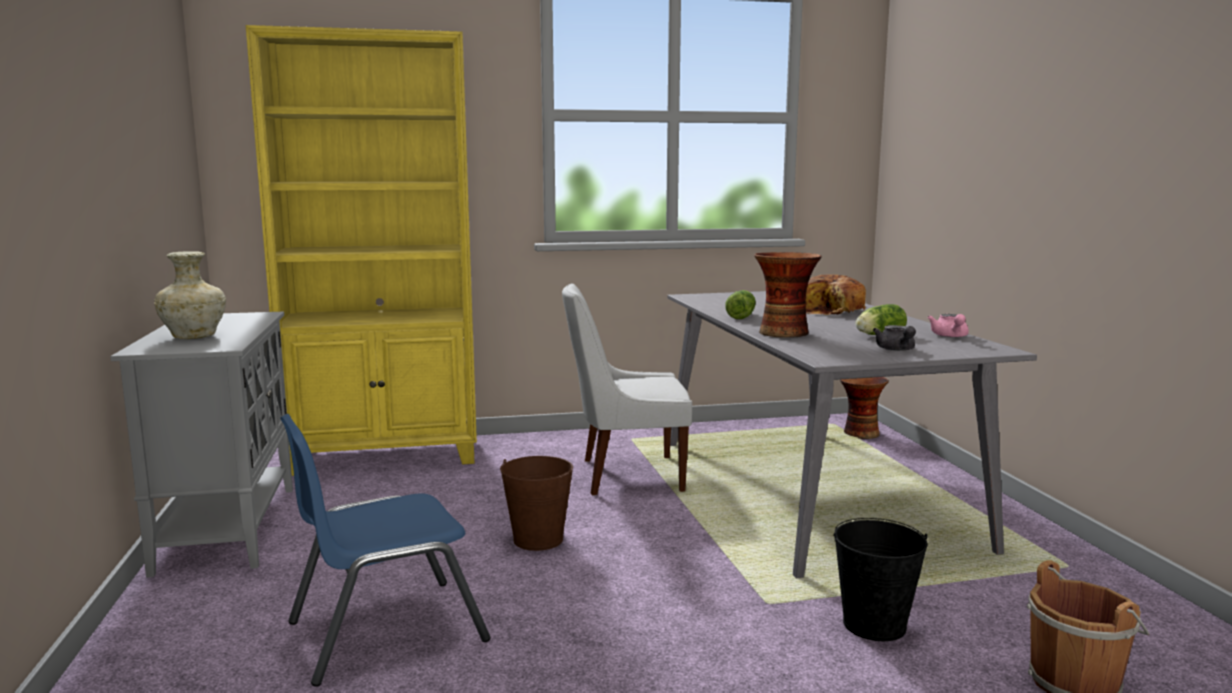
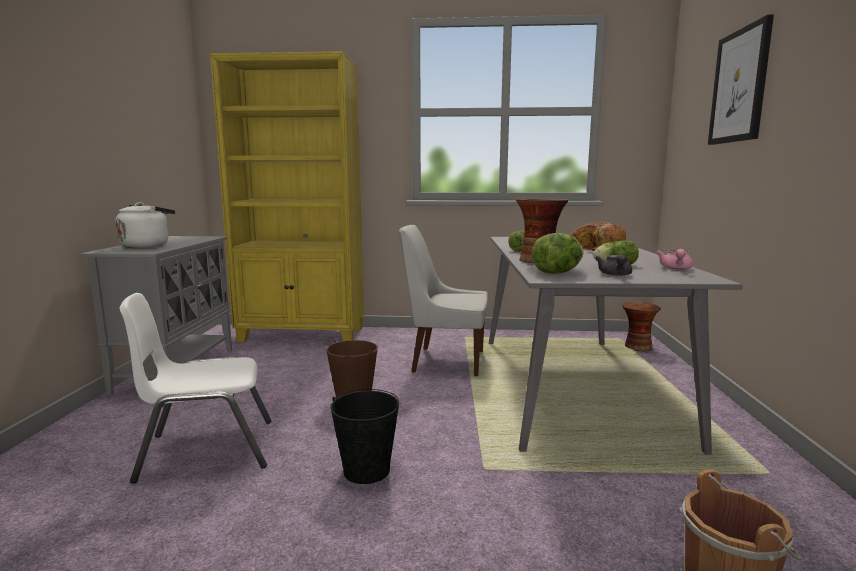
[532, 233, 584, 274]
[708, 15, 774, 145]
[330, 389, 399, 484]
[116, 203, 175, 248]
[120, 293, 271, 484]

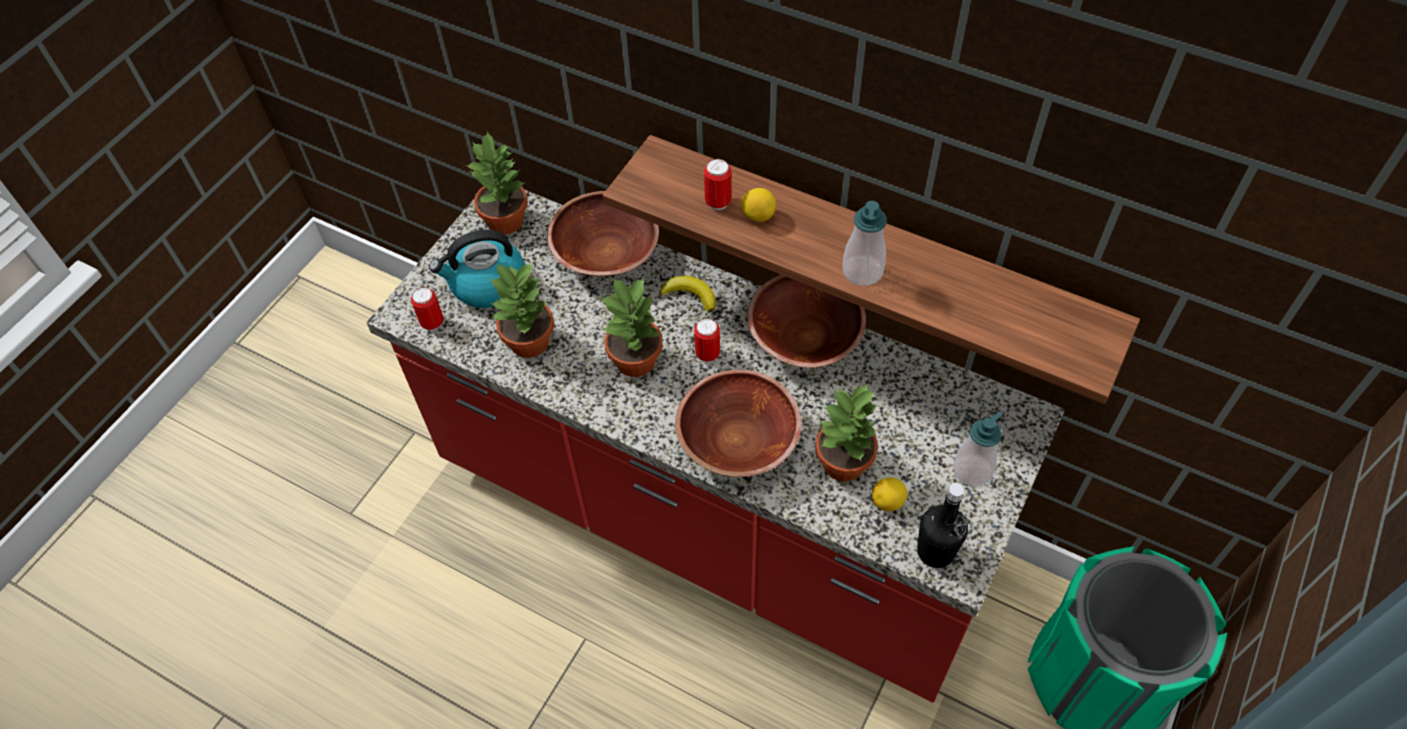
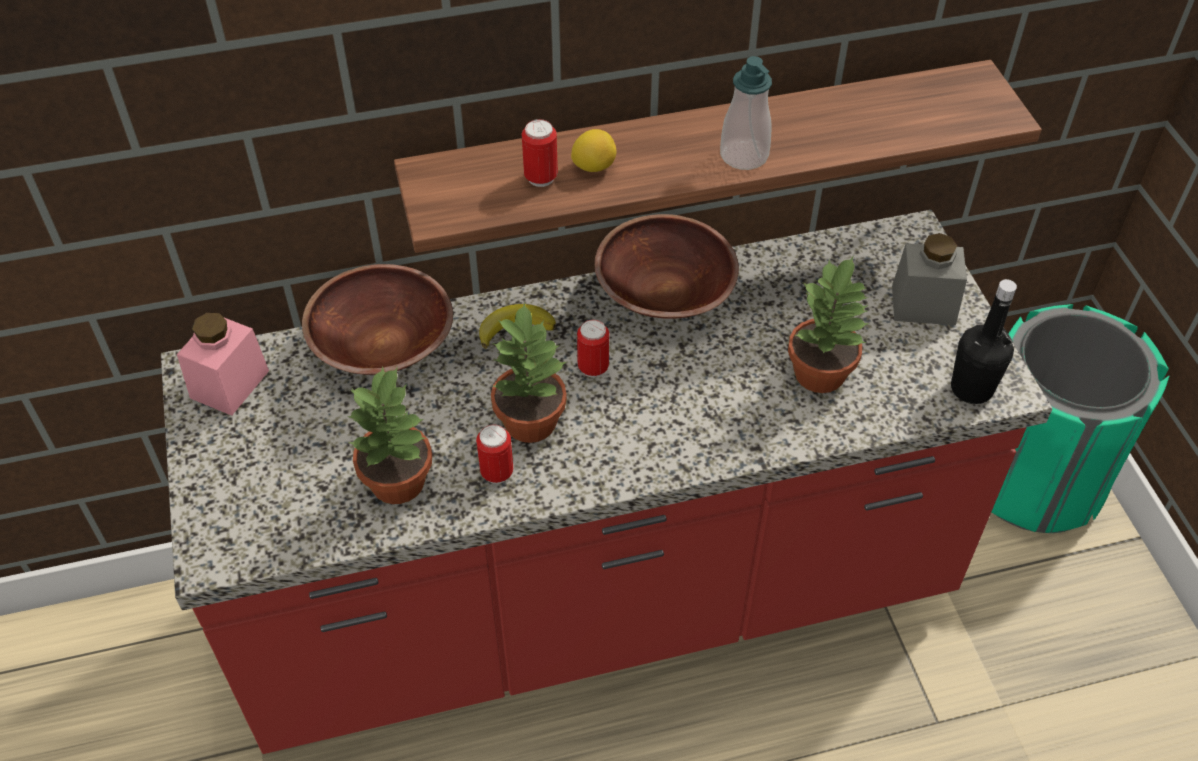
[429, 230, 525, 308] (first image)
[675, 370, 802, 477] (first image)
[872, 478, 907, 511] (first image)
[476, 424, 513, 484]
[177, 313, 269, 416]
[892, 233, 967, 325]

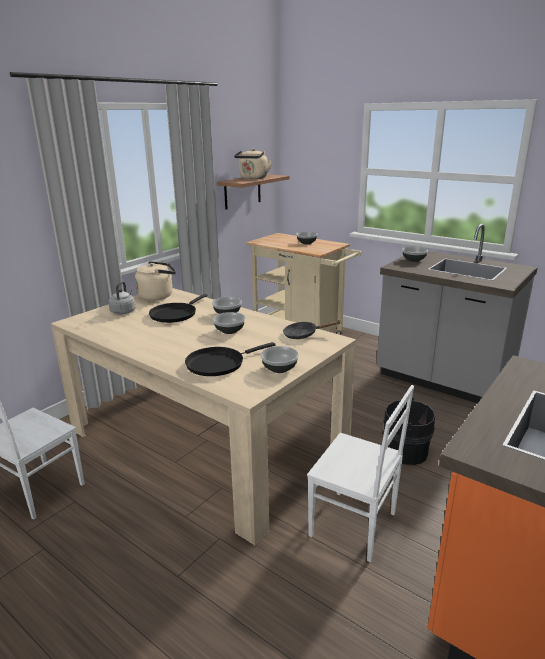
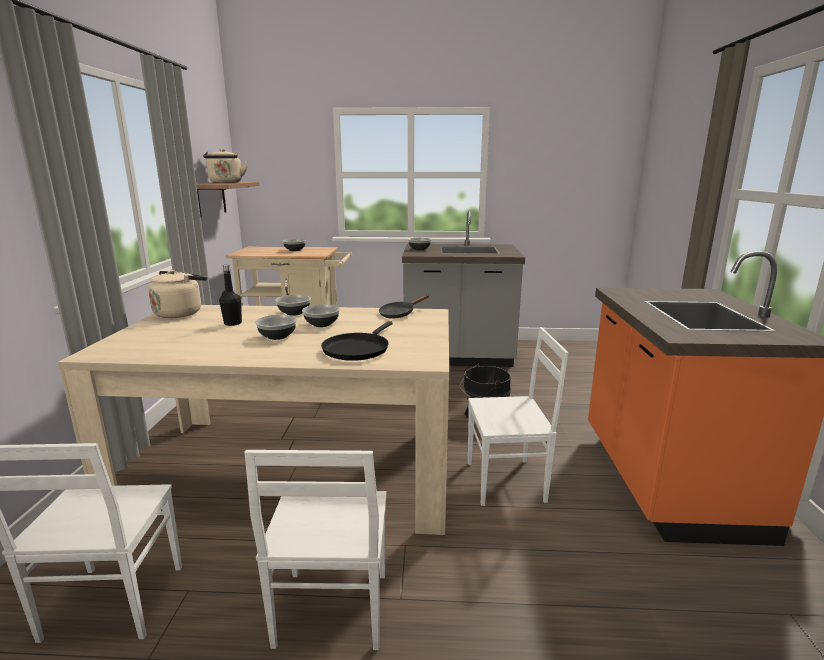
[108, 281, 135, 314] (first image)
[244, 450, 387, 650]
[255, 315, 297, 340]
[219, 265, 242, 326]

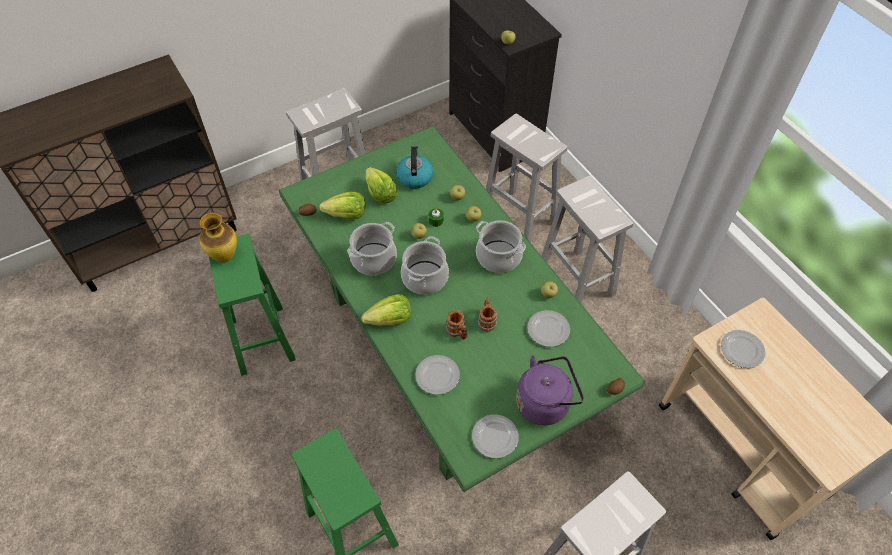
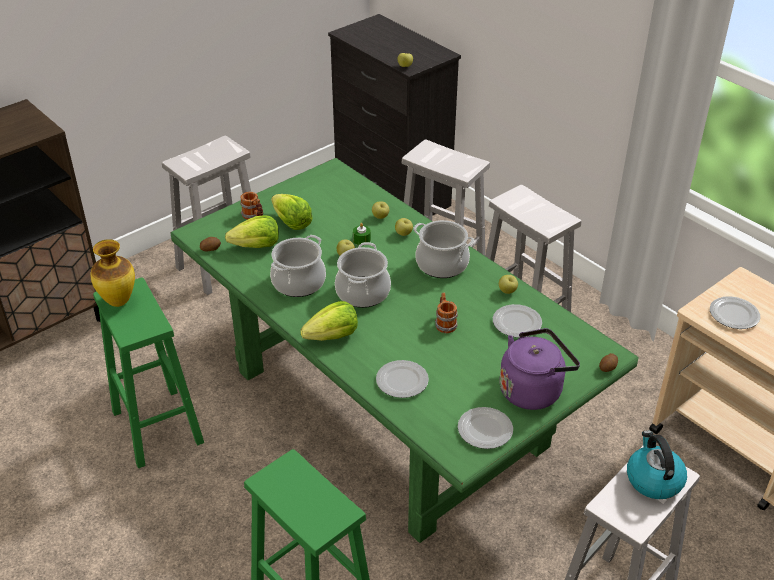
[627, 430, 687, 499]
[240, 192, 263, 220]

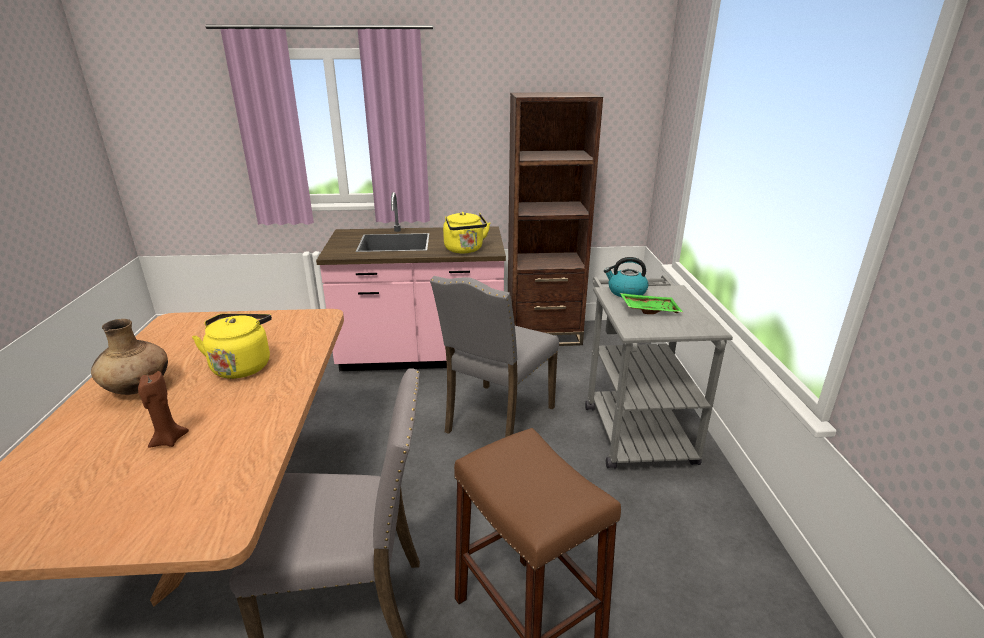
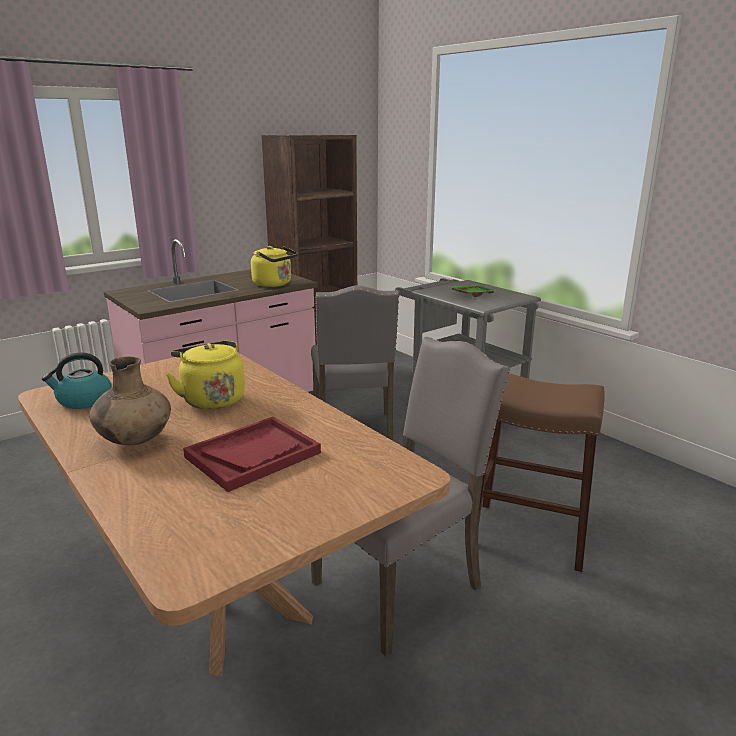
[42, 352, 112, 409]
[183, 417, 321, 492]

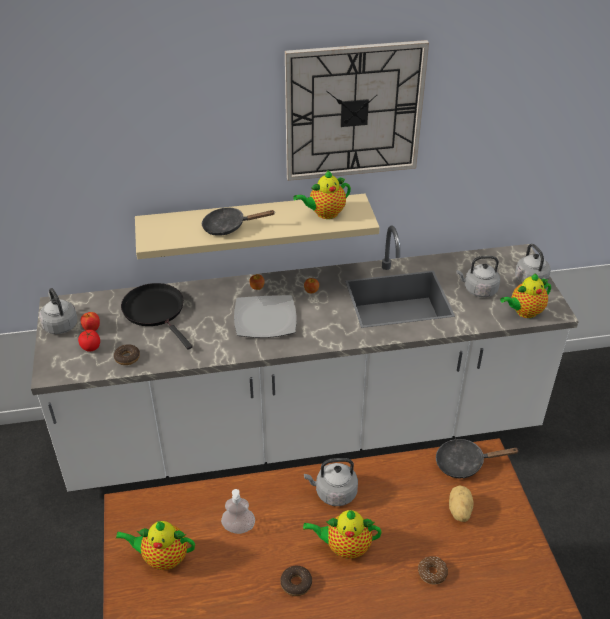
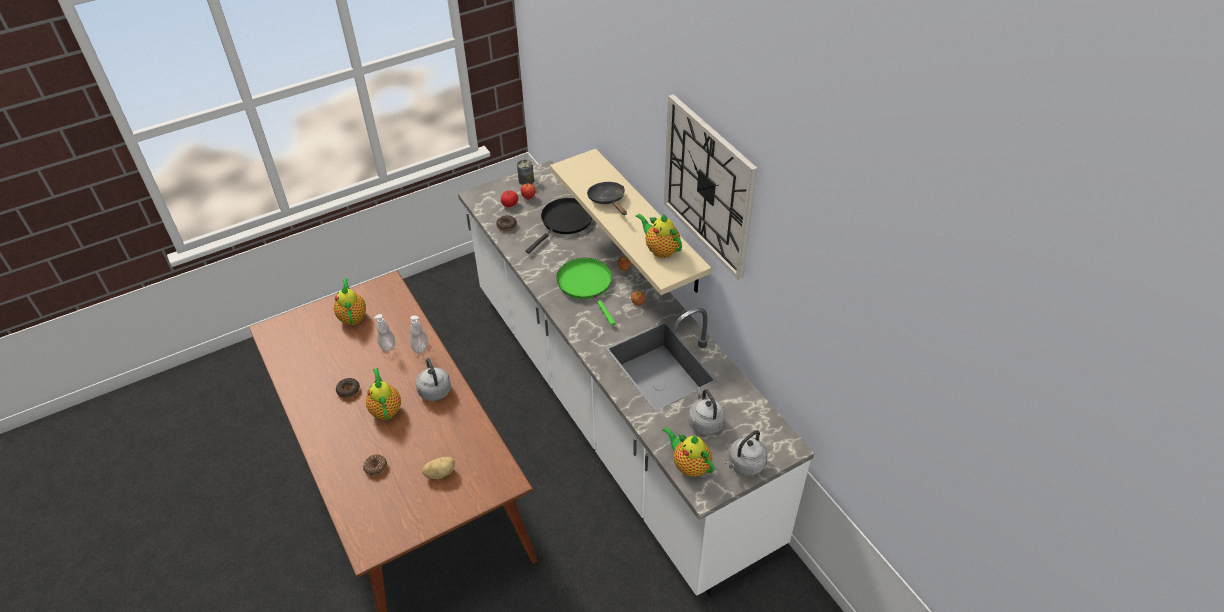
[436, 439, 520, 478] (first image)
[410, 315, 428, 353]
[517, 159, 534, 185]
[556, 258, 616, 326]

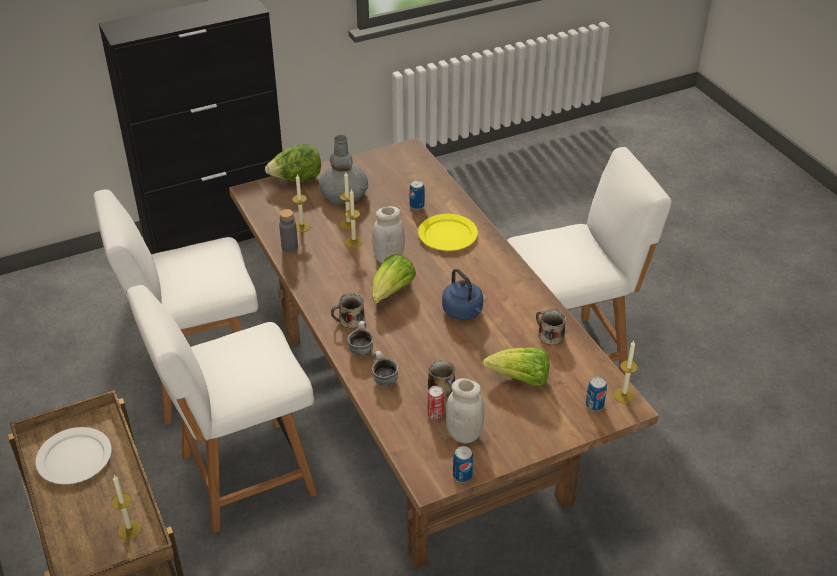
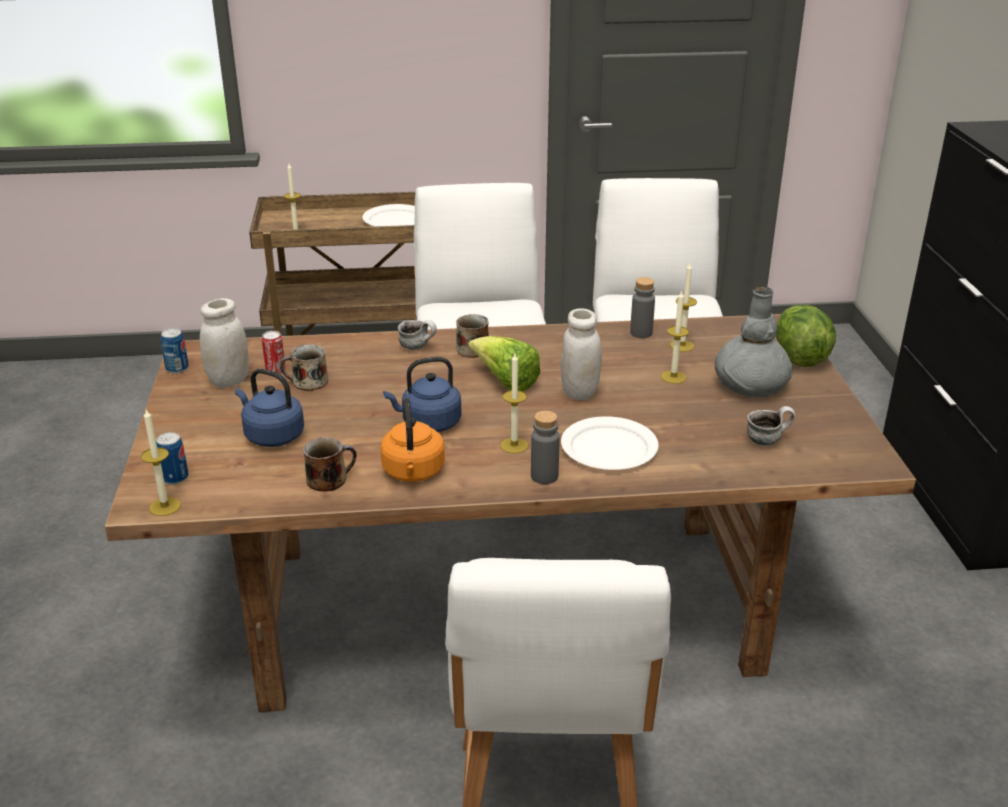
[409, 180, 425, 210] (first image)
[380, 398, 445, 482]
[531, 411, 560, 484]
[501, 354, 528, 453]
[747, 406, 795, 445]
[235, 369, 304, 447]
[561, 416, 659, 470]

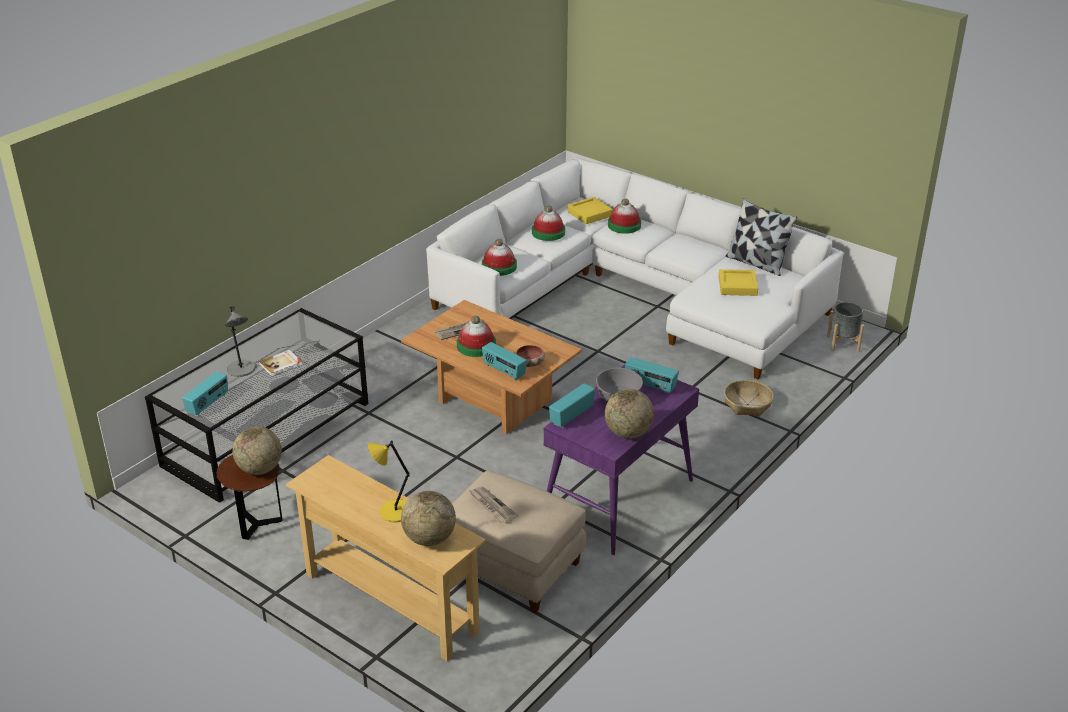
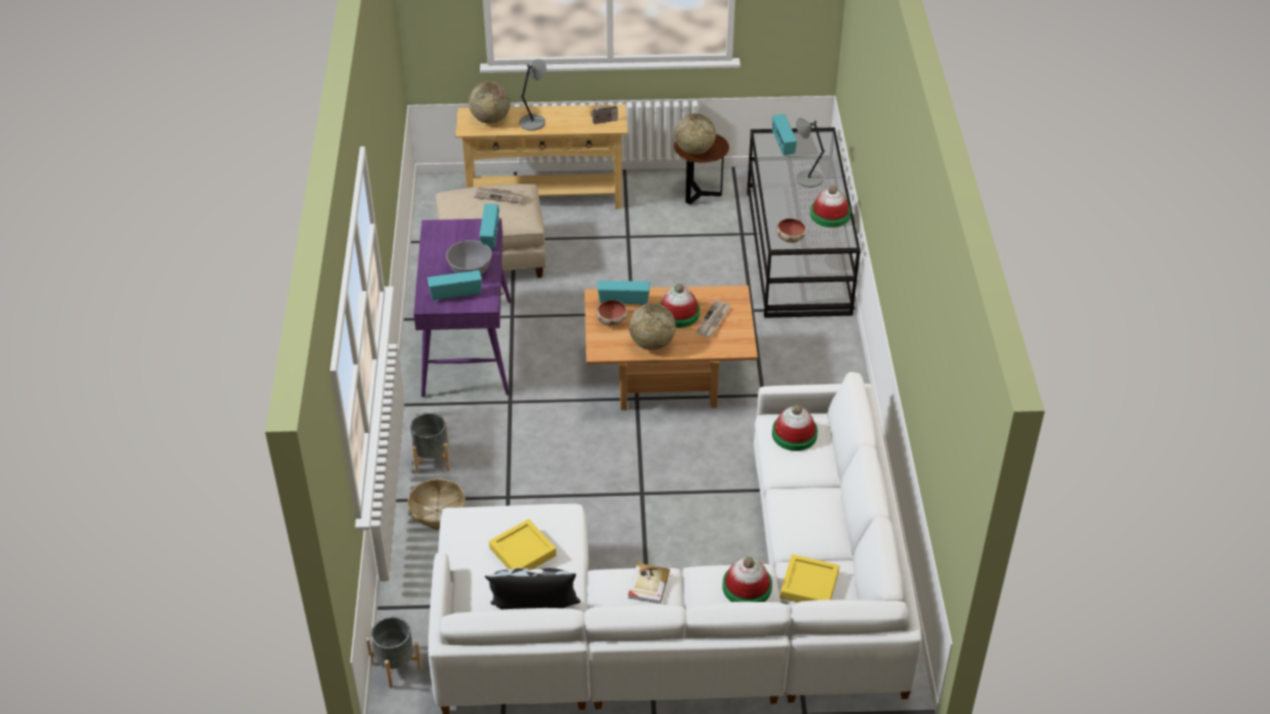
[410, 413, 450, 474]
[590, 103, 618, 124]
[776, 218, 806, 243]
[628, 563, 670, 604]
[810, 185, 851, 228]
[629, 303, 676, 350]
[519, 59, 547, 131]

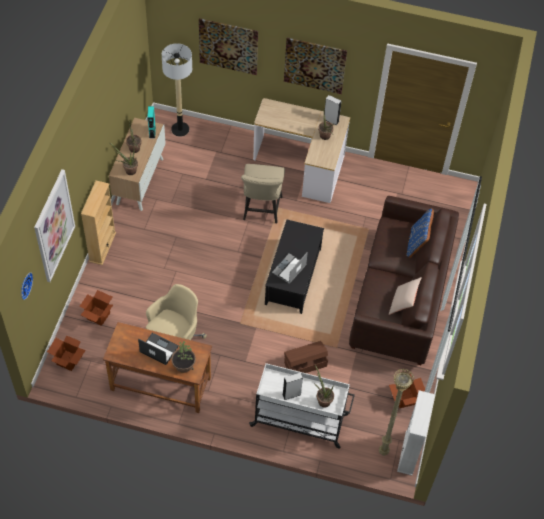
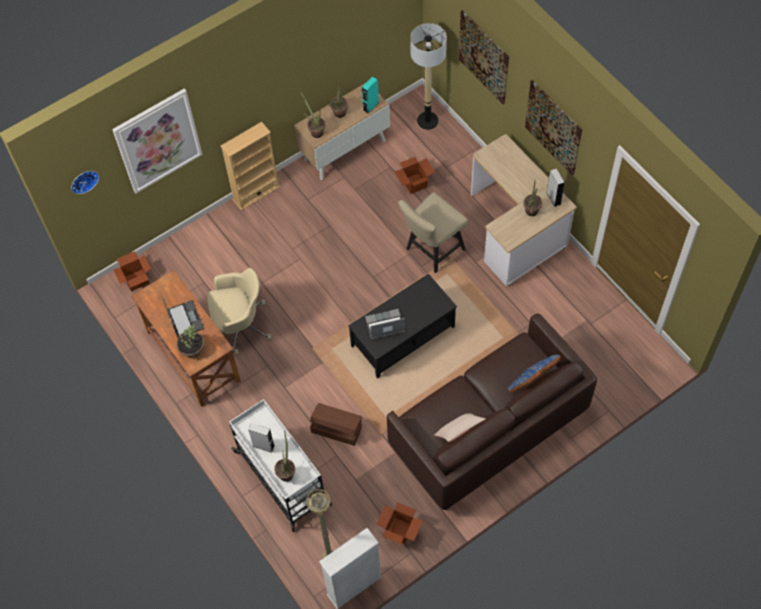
[394, 157, 435, 194]

